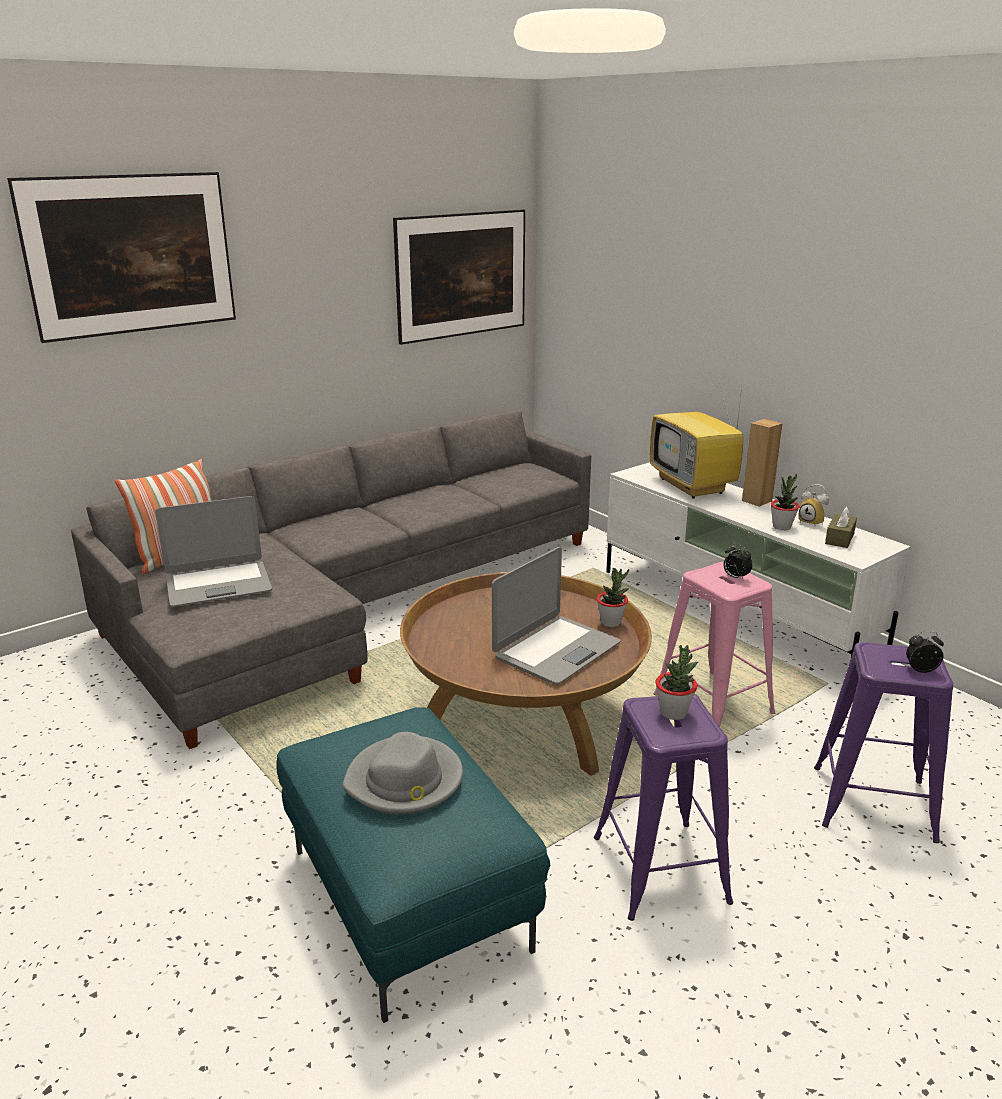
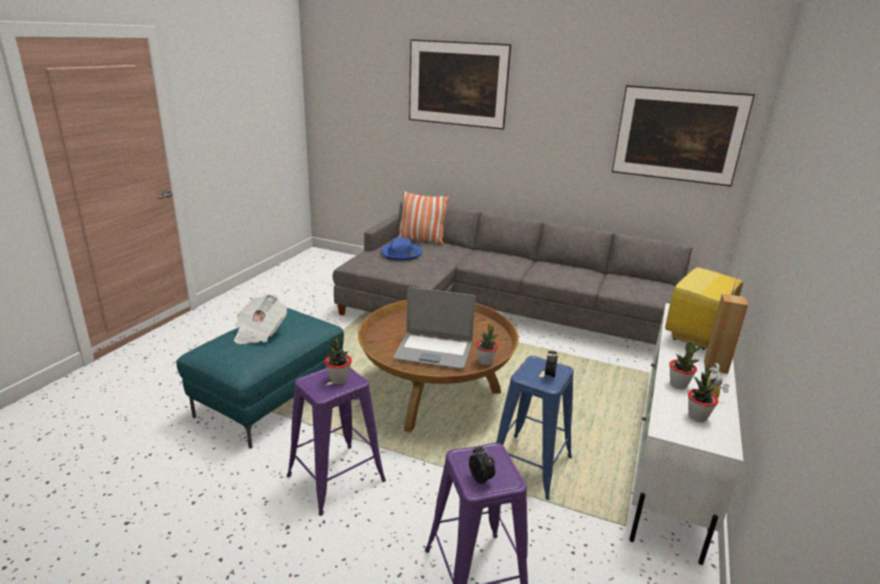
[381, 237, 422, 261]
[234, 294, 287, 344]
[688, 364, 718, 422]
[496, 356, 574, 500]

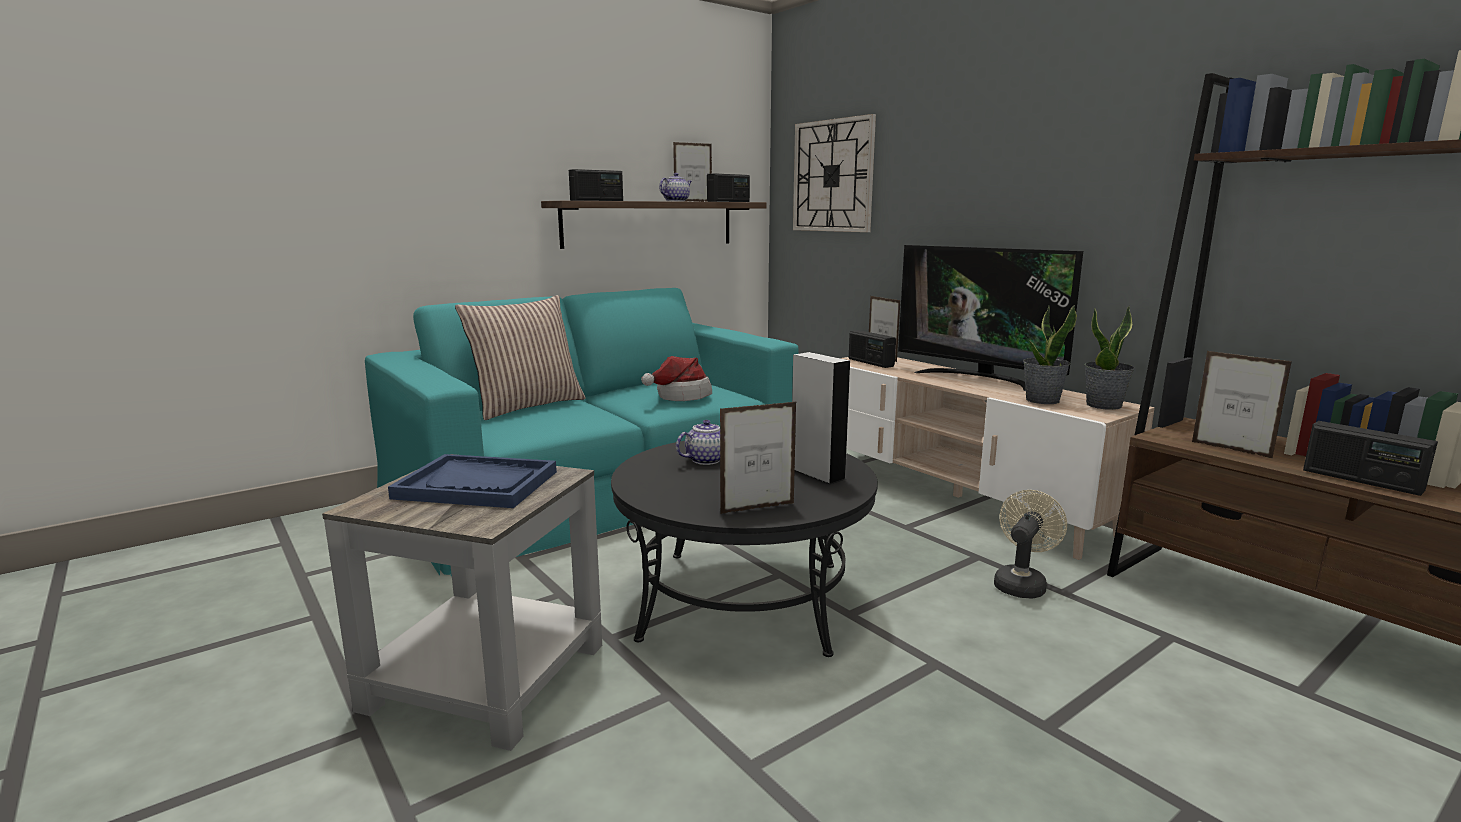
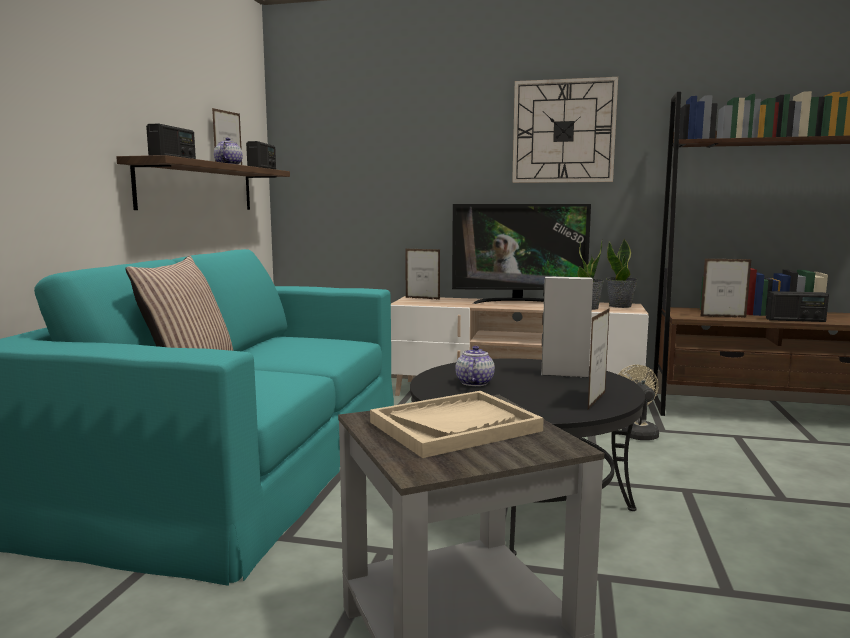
[641, 356, 712, 401] (first image)
[849, 330, 896, 368] (first image)
[512, 77, 618, 183]
[370, 391, 544, 458]

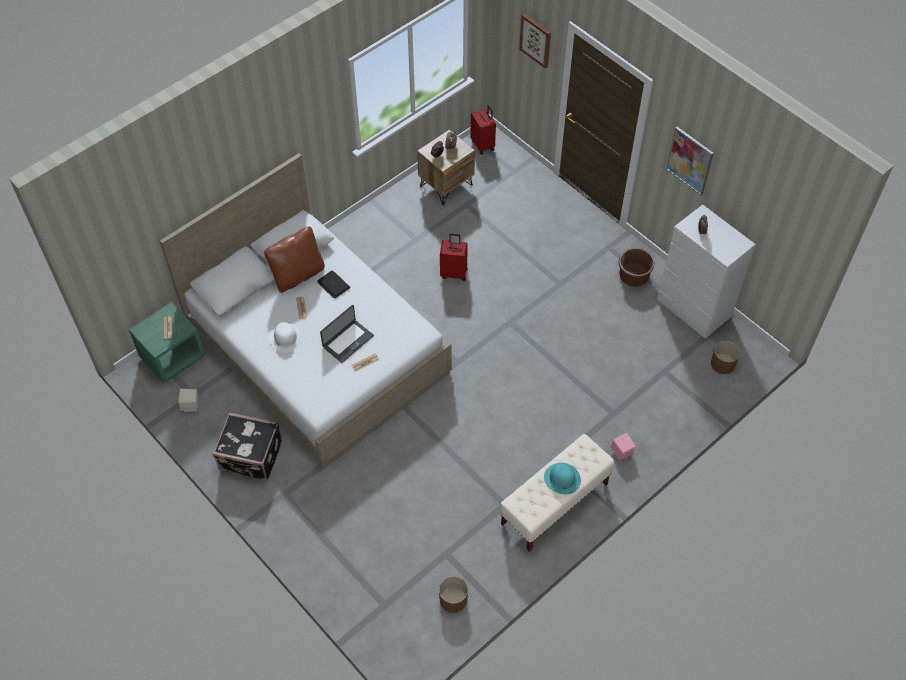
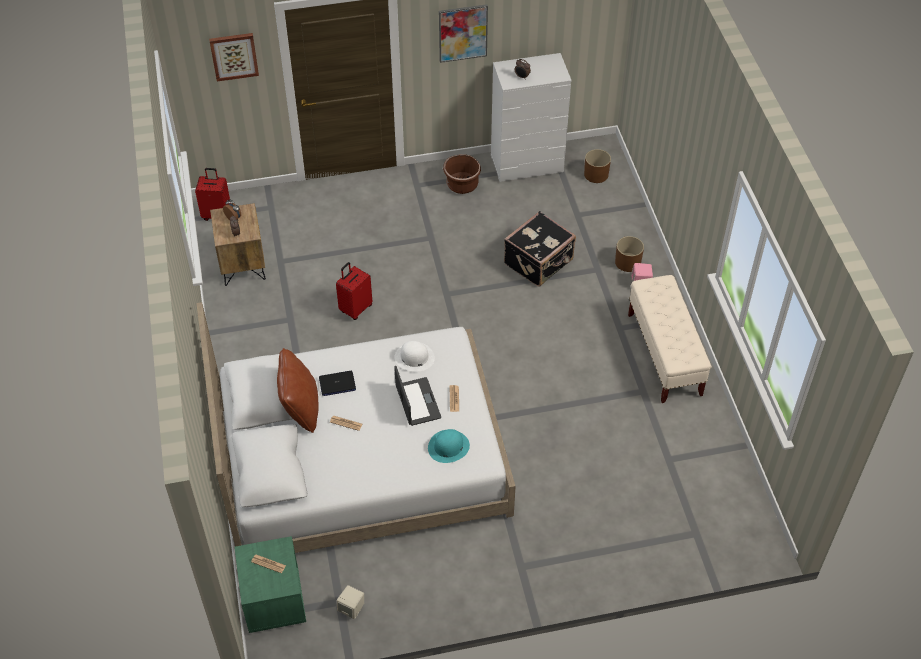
[504, 211, 576, 287]
[394, 341, 435, 371]
[615, 236, 644, 272]
[428, 429, 470, 463]

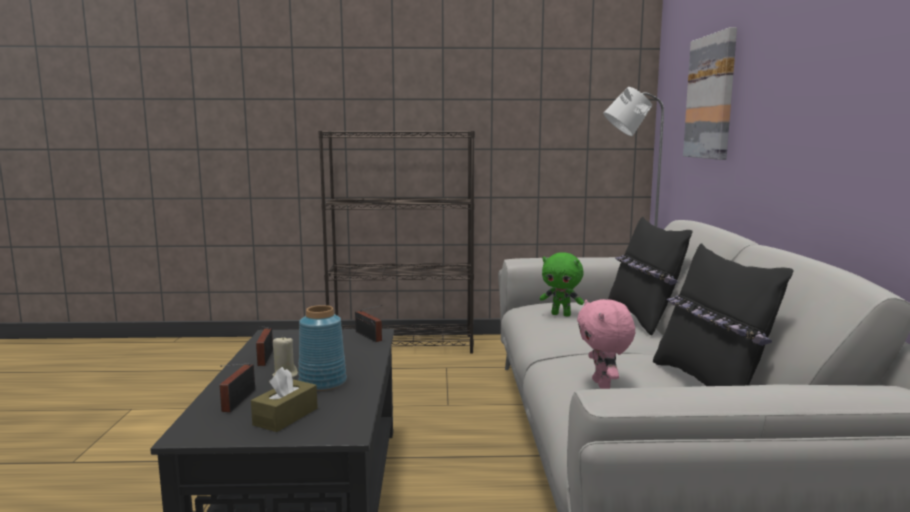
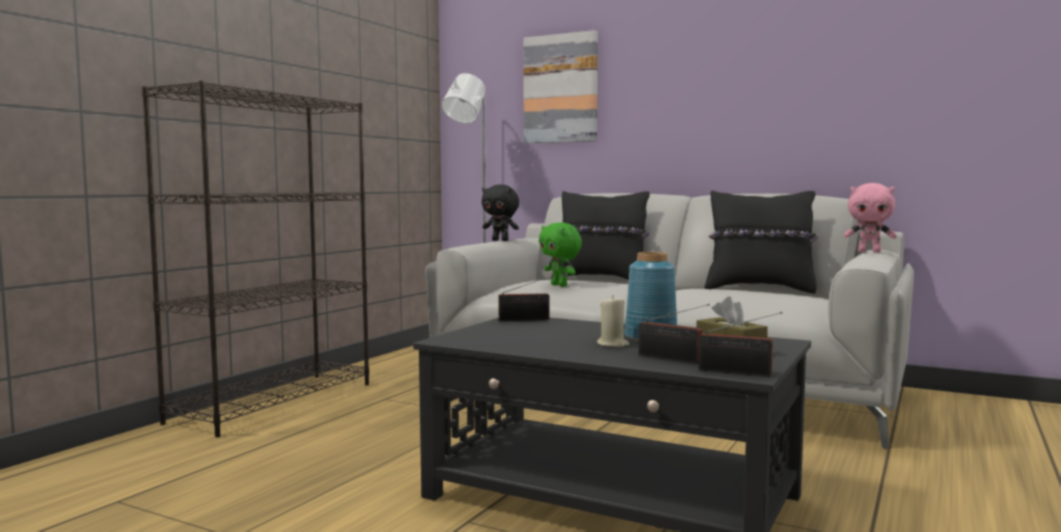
[482, 184, 519, 241]
[699, 312, 782, 376]
[844, 183, 897, 253]
[539, 222, 582, 287]

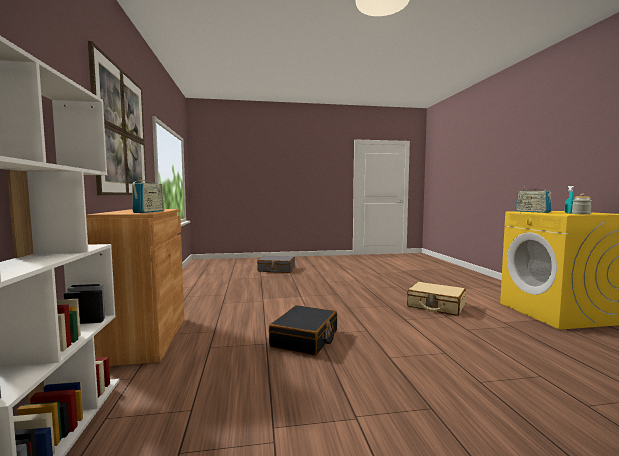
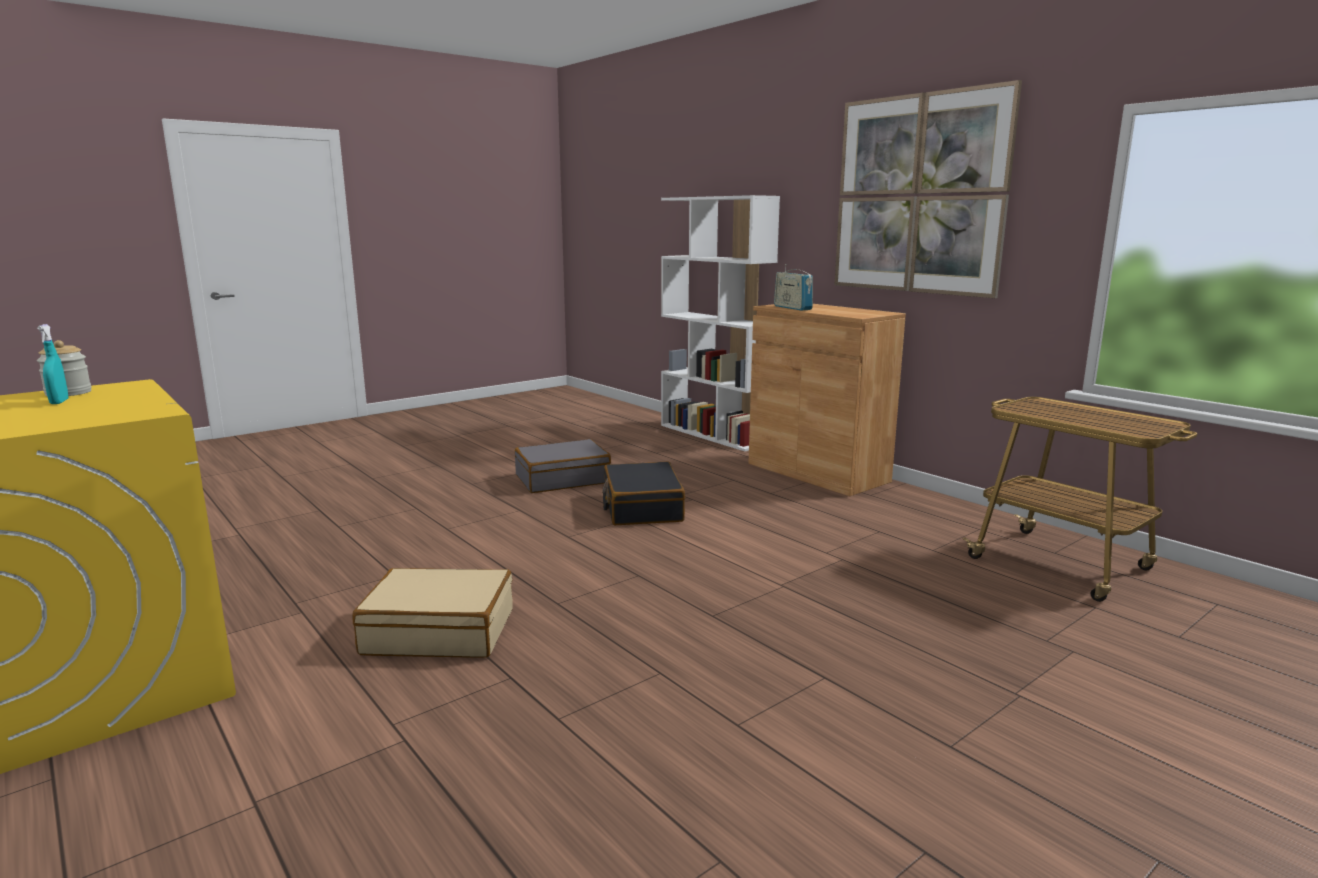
[515, 186, 552, 213] (first image)
[962, 397, 1197, 602]
[515, 439, 611, 493]

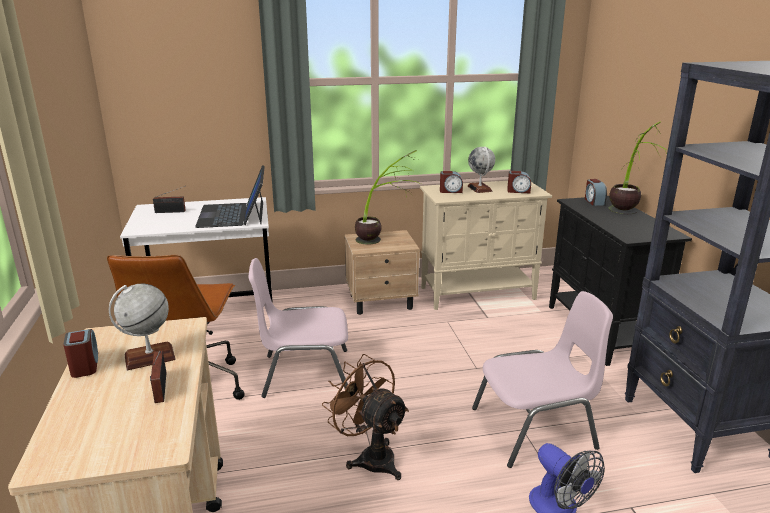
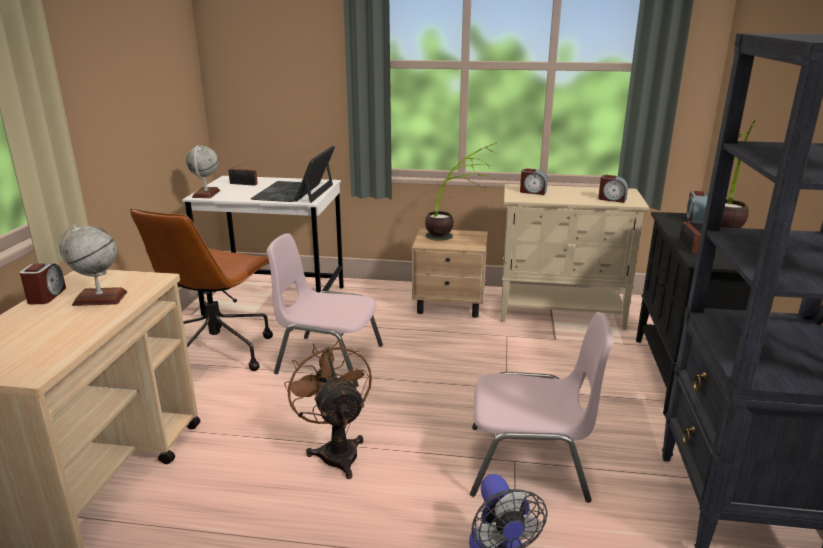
[679, 221, 701, 253]
[186, 146, 220, 198]

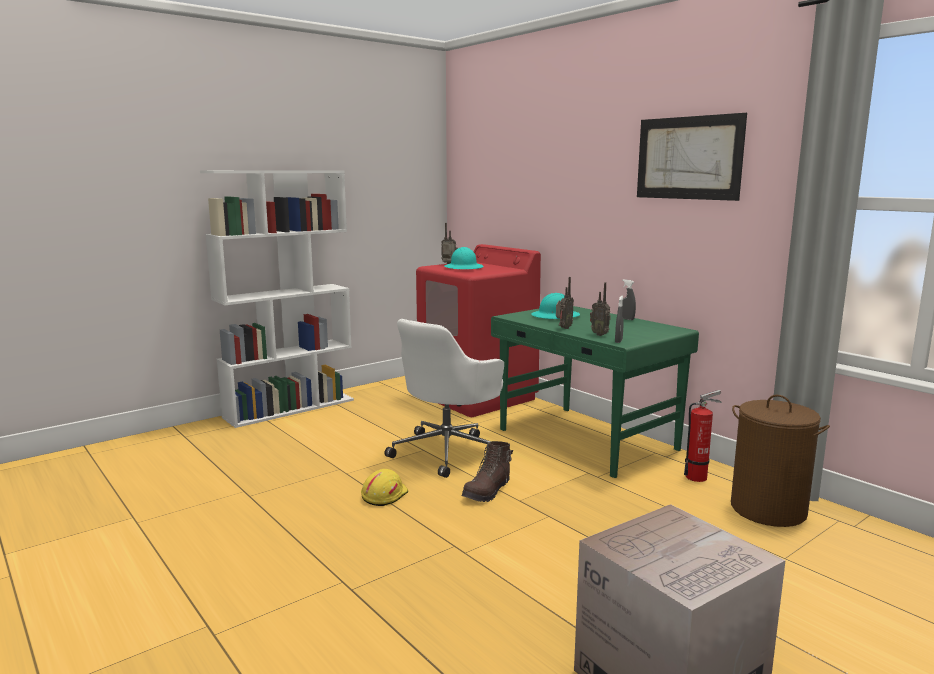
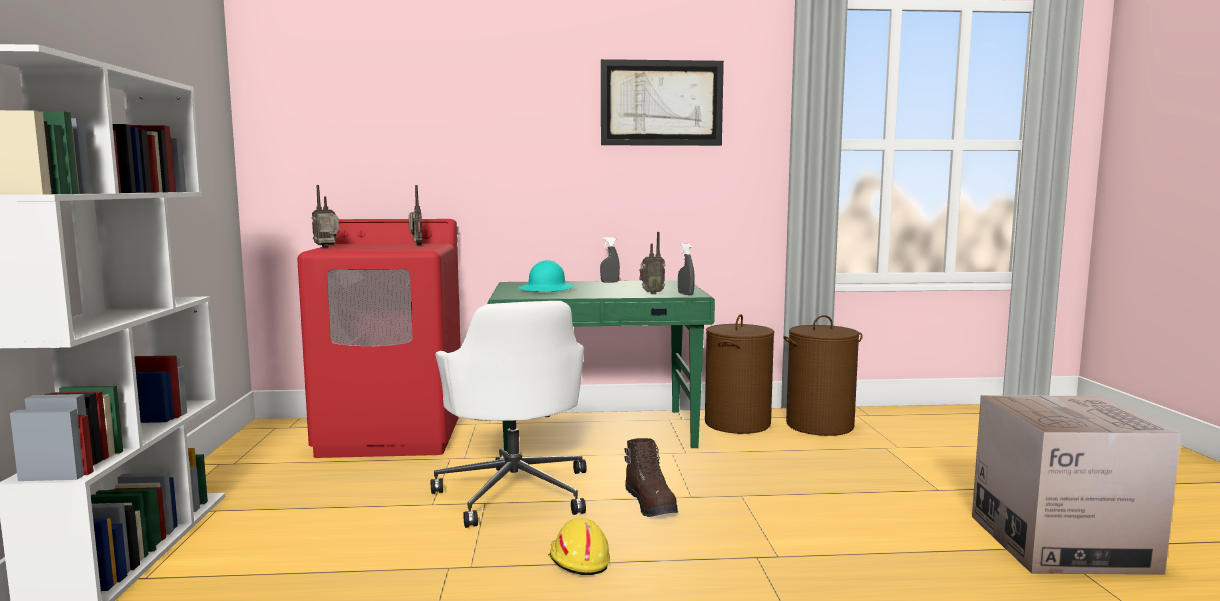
[444, 247, 483, 269] (first image)
[409, 185, 422, 245]
[705, 314, 774, 434]

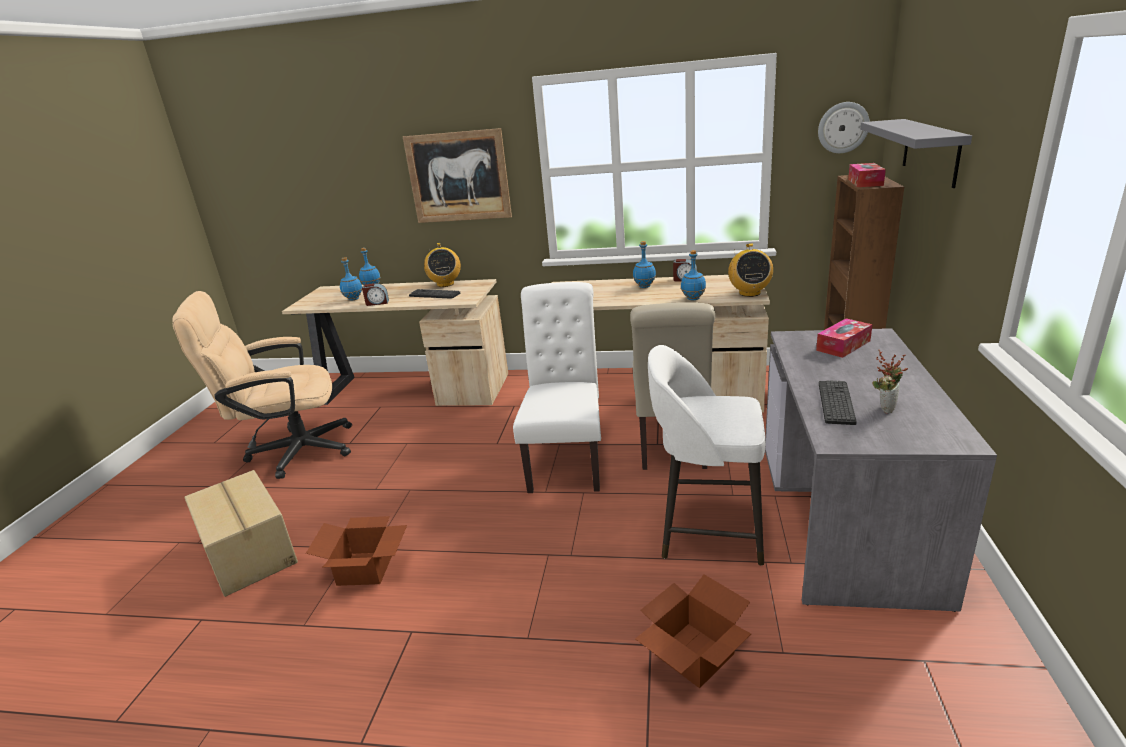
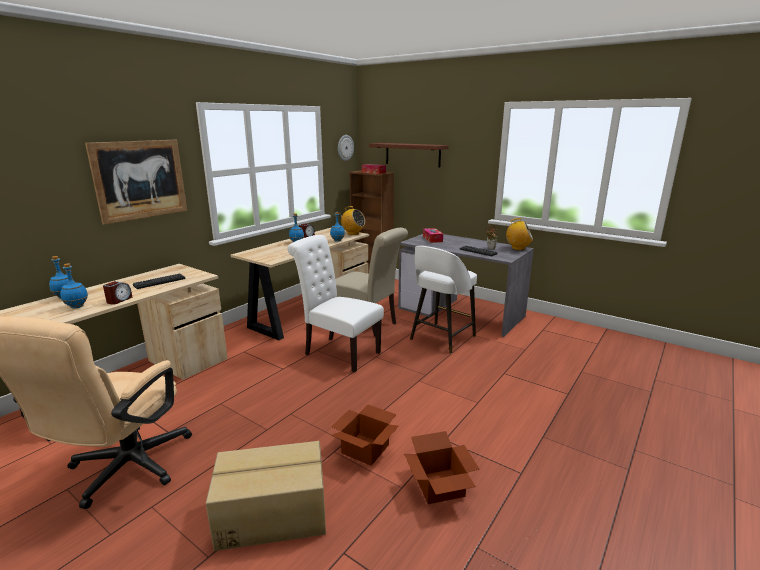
[506, 218, 533, 250]
[404, 431, 479, 504]
[369, 143, 449, 167]

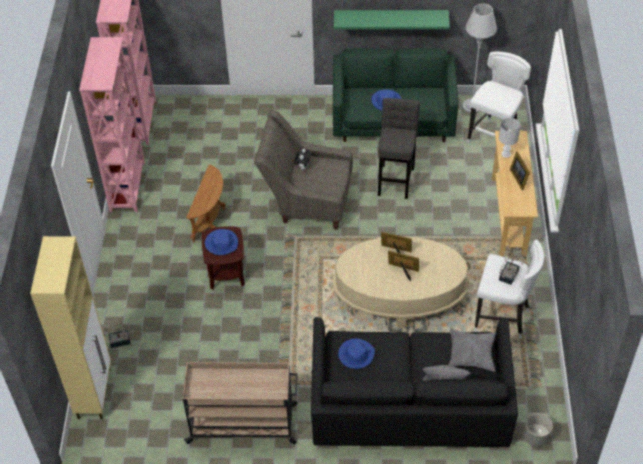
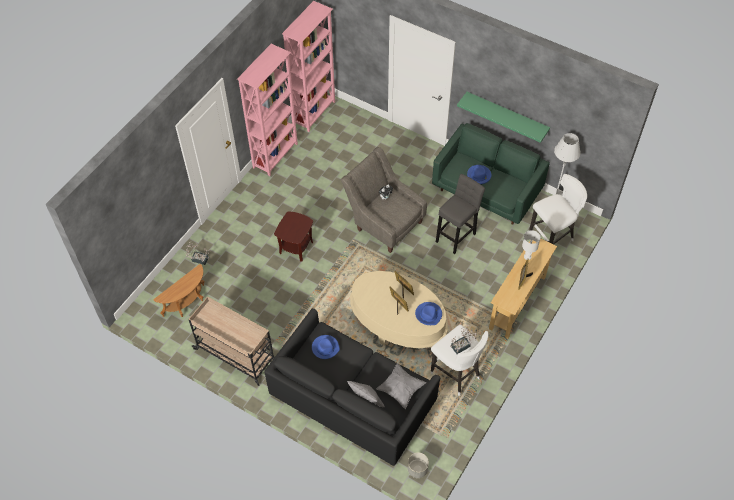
[30, 236, 111, 419] (first image)
[153, 264, 205, 317]
[415, 302, 442, 325]

